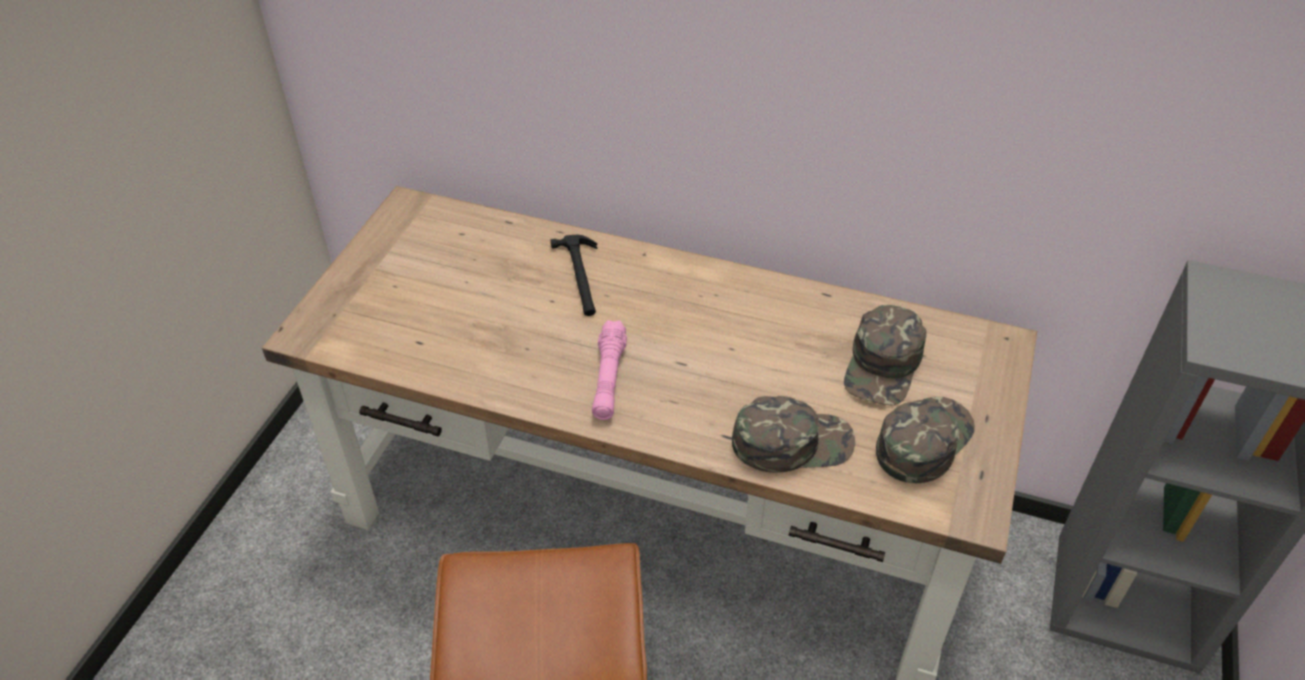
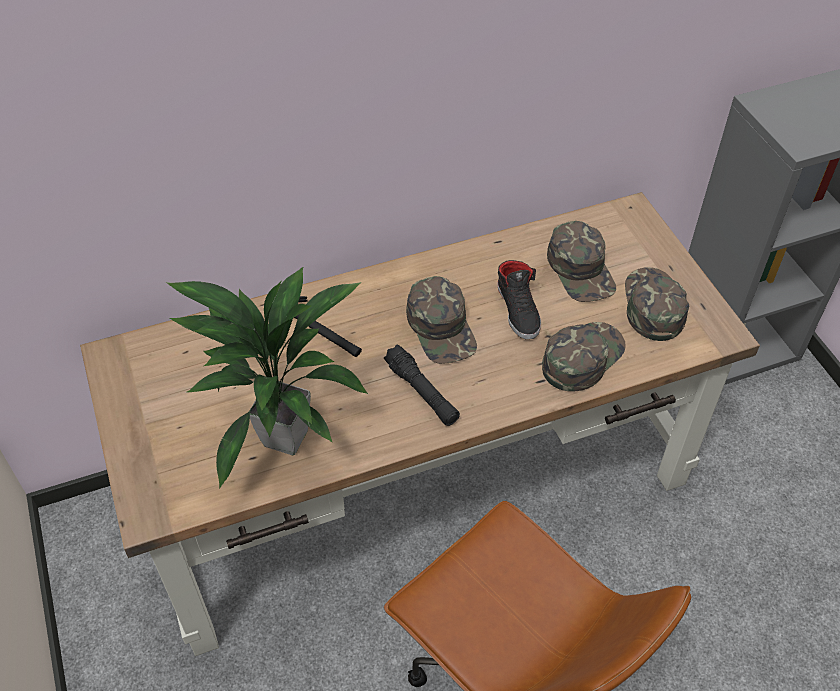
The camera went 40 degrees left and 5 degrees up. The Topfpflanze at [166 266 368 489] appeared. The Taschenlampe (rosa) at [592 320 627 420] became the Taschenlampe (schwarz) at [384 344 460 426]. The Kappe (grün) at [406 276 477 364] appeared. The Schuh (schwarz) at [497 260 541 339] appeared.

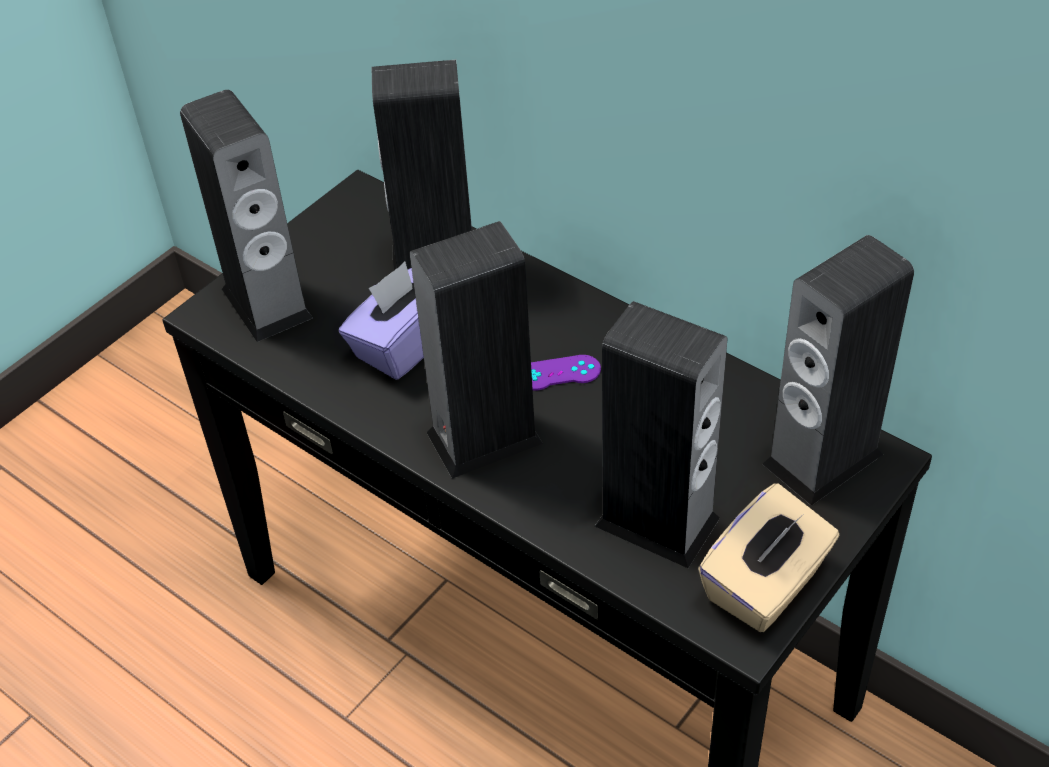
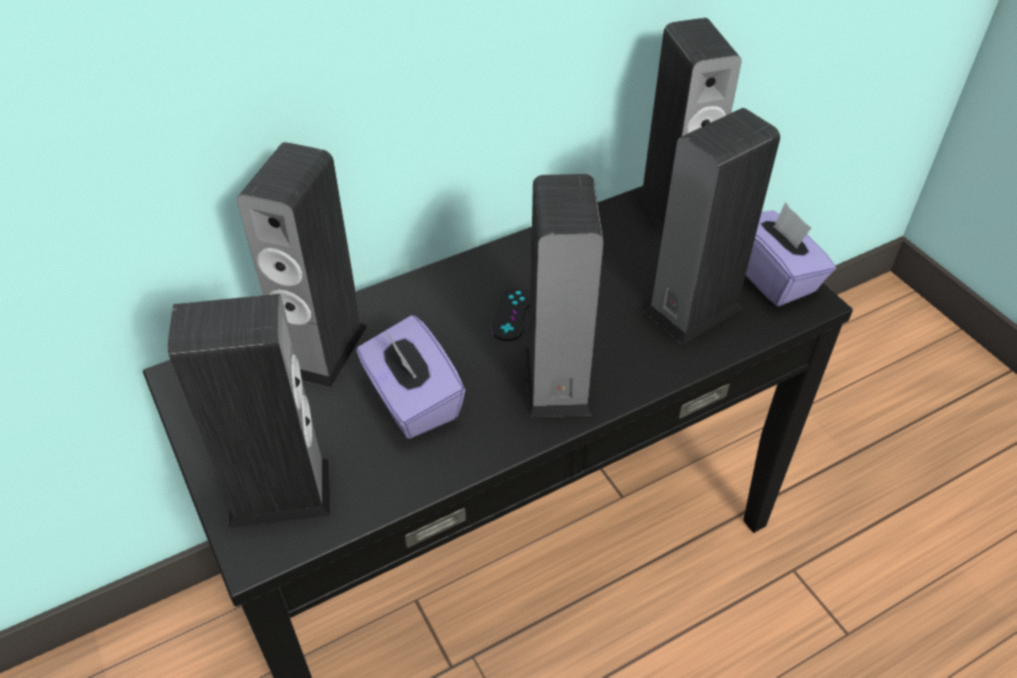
The camera went 70 degrees left and 0 degrees up. The Gamepad (lila) at [531 355 601 391] became the Gamepad (schwarz) at [491 287 530 341]. The Taschentuchbox (beige) at [698 483 840 632] became the Taschentuchbox (lila) at [745 202 836 307].

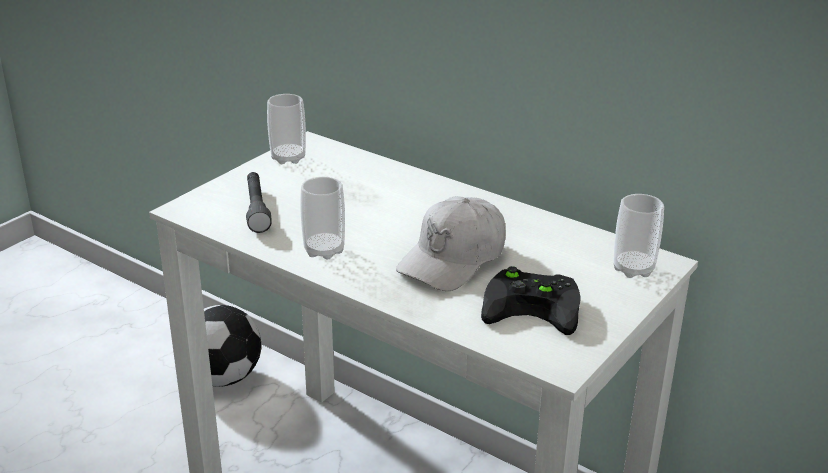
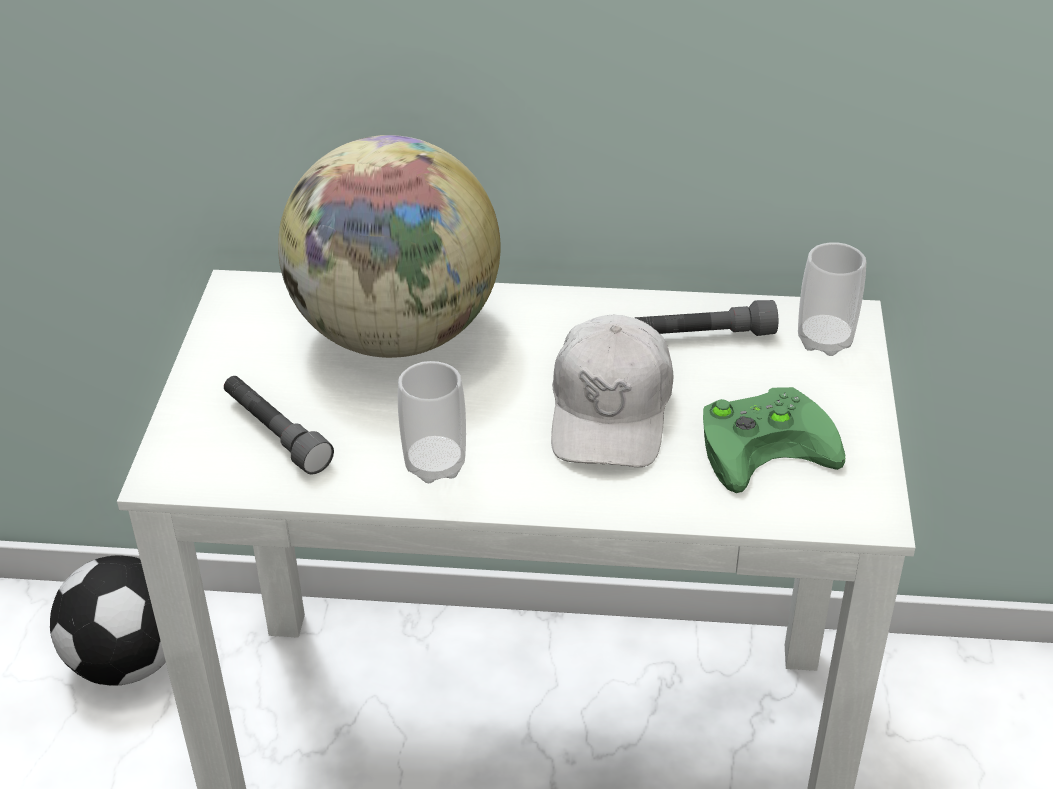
The camera went 30 degrees left and 10 degrees up. The Globus at [278 135 501 358] appeared. The Taschenlampe (grau) at [634 300 778 336] appeared. The Gamepad (schwarz) at [481 266 581 335] became the Gamepad (grün) at [703 387 845 493]. The Tasse at [267 94 306 164] disappeared.

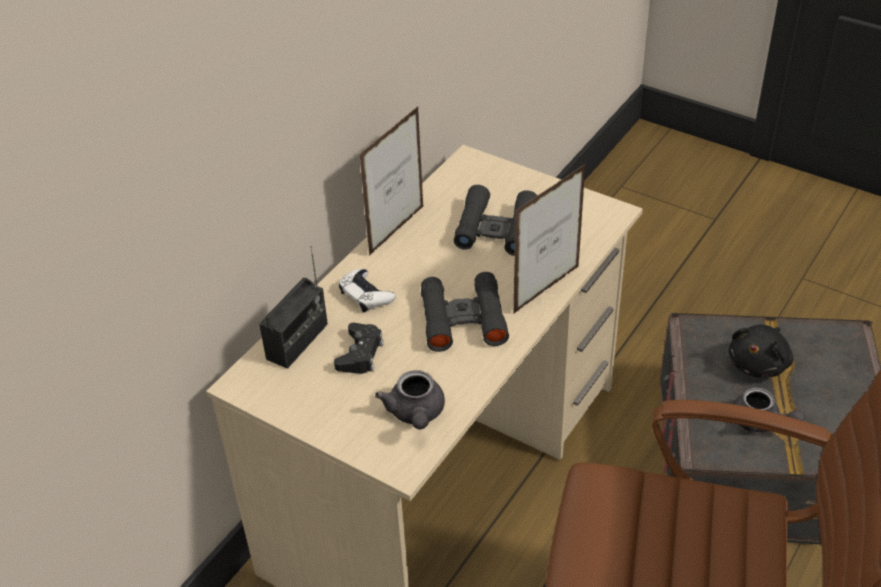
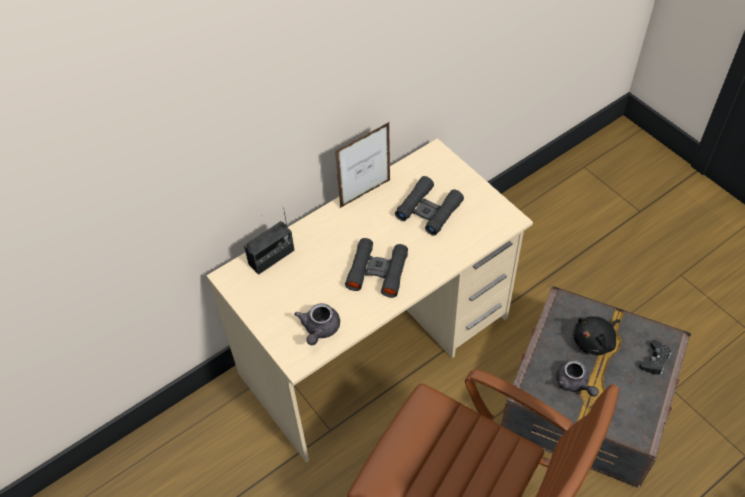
The camera went 20 degrees right and 10 degrees up. The Gamepad (schwarz) moved from [334 323 384 374] to [639 340 672 375]. The Gamepad (weiß) at [339 269 396 312] disappeared. The Bilderrahmen at [514 164 586 313] disappeared.

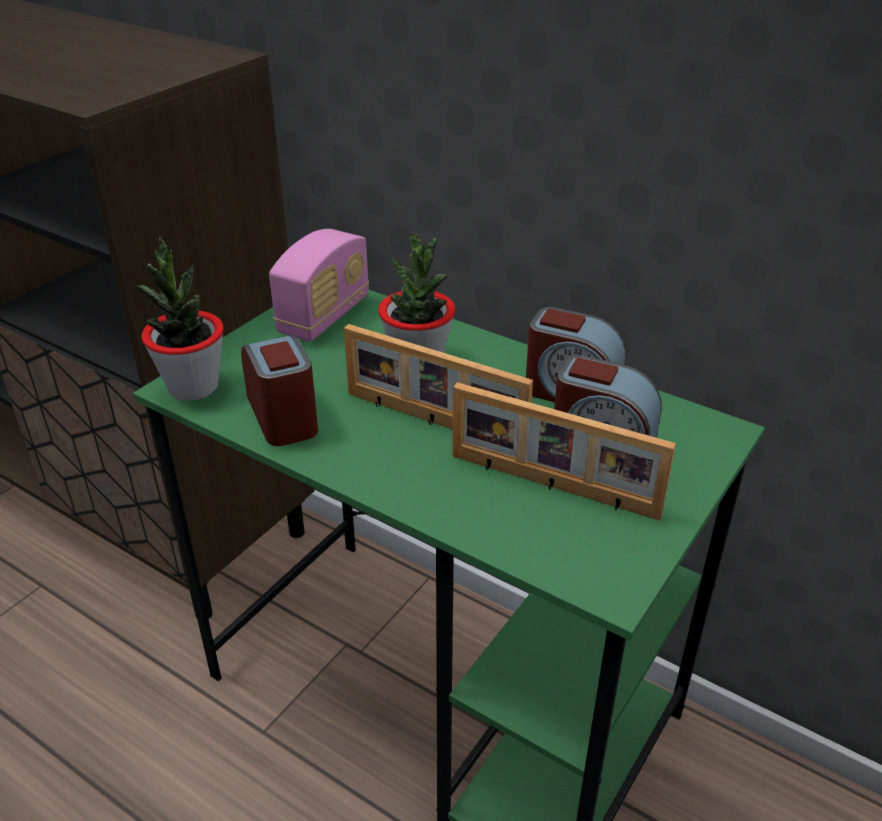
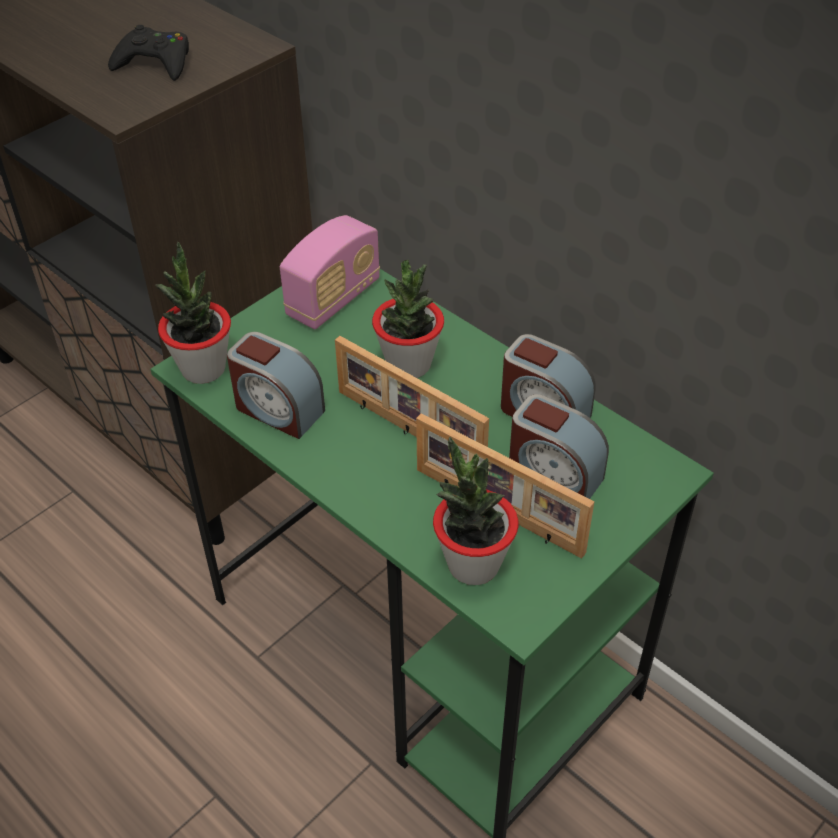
The camera went 10 degrees right and 10 degrees up. The Gamepad (schwarz) at [108 25 189 81] appeared. The Wecker at [241 335 318 446] turned 135 degrees clockwise. The Topfpflanze at [433 437 519 585] appeared.

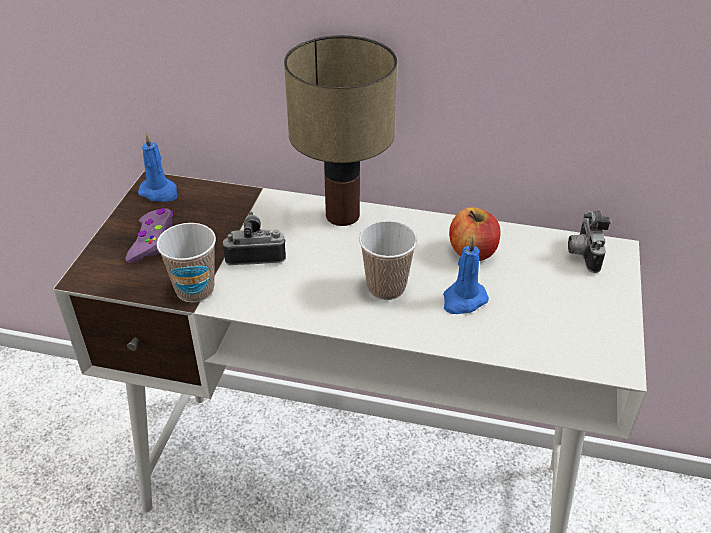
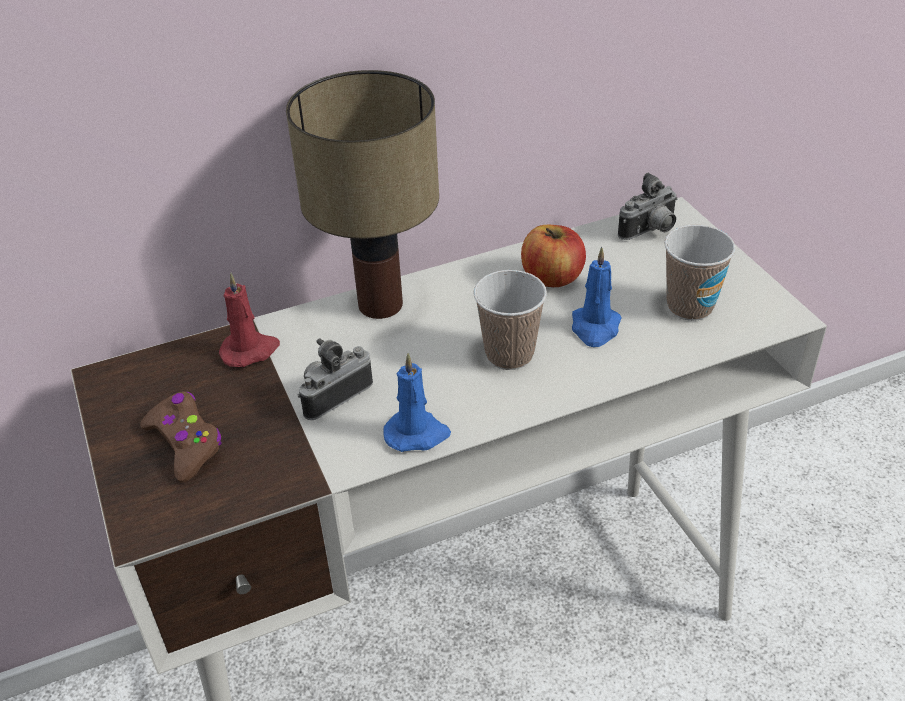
The camera went 35 degrees left and 0 degrees up. The Gamepad (lila) at [126 208 174 263] became the Gamepad (braun) at [140 391 222 482]. The Kerze (rot) at [219 273 280 367] appeared. The Kerze (blau) moved from [138 132 177 202] to [383 353 451 452]. The Kamera at [568 211 611 273] turned 90 degrees counterclockwise. The Tasse moved from [157 223 216 303] to [664 225 735 321].

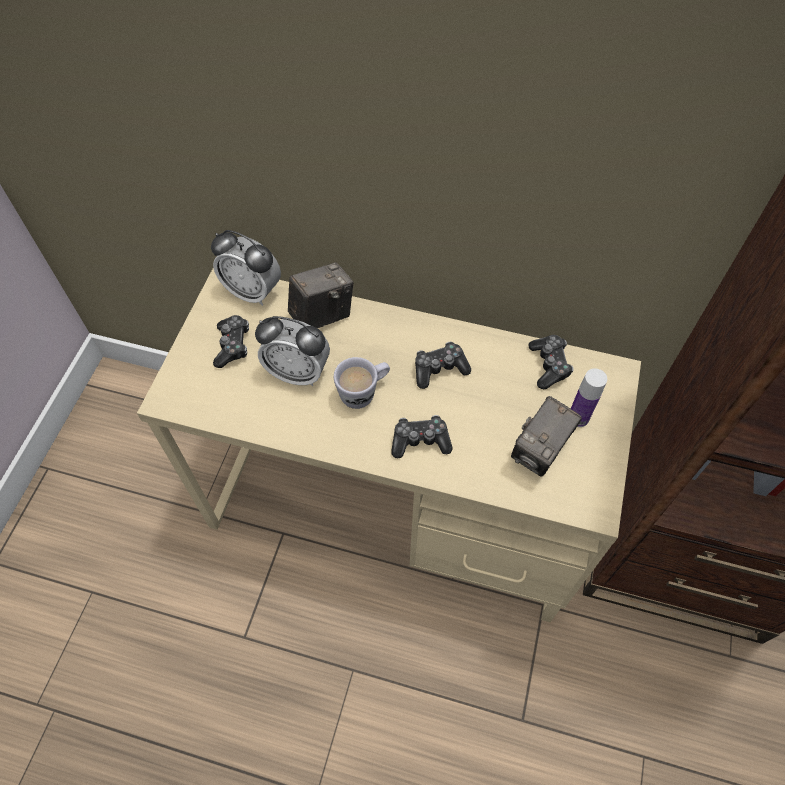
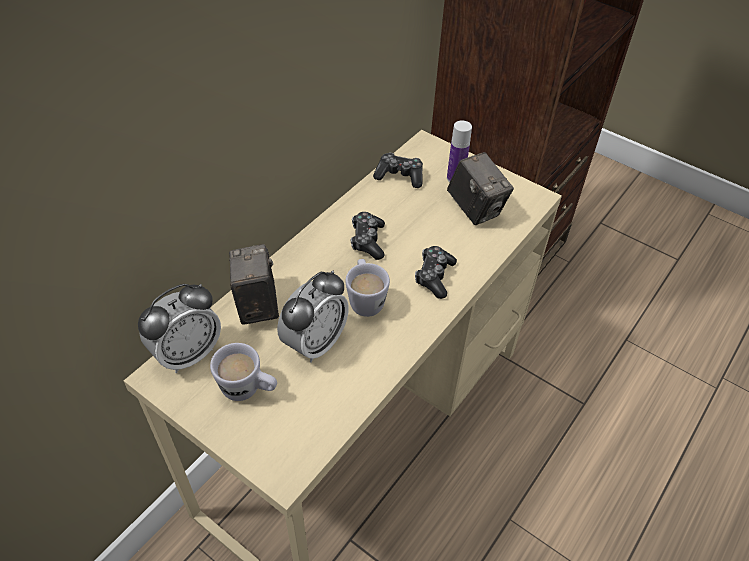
The camera went 70 degrees left and 10 degrees down. The Gamepad at [213 315 249 368] was replaced by the Henkelbecher (weiß) at [210 343 277 401].

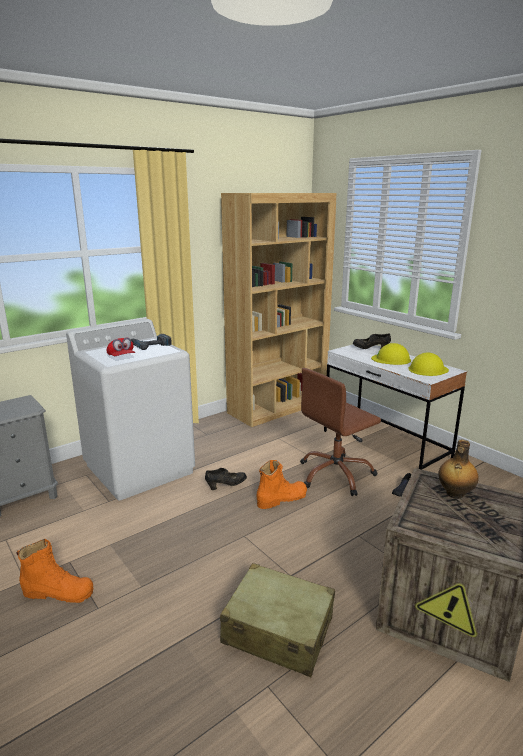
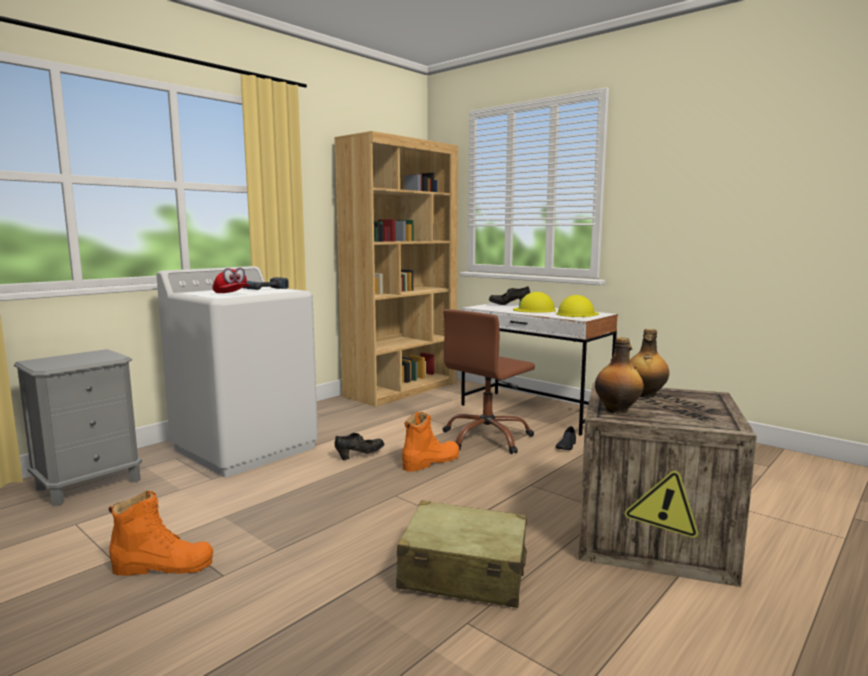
The camera went 10 degrees left and 10 degrees down. The Flasche at [595 337 644 414] appeared.

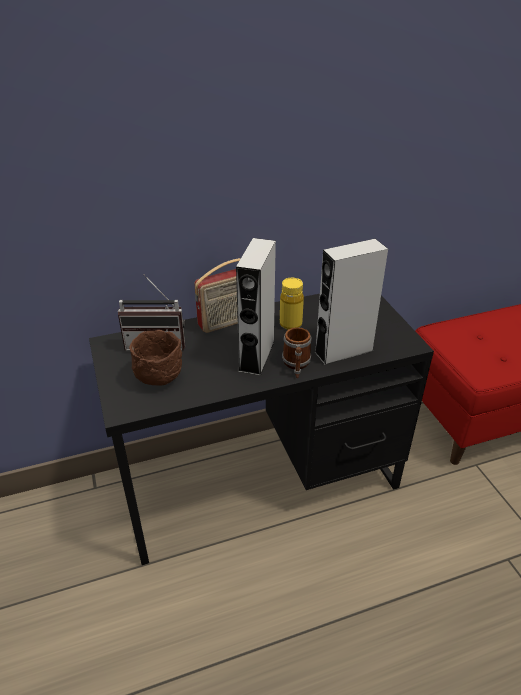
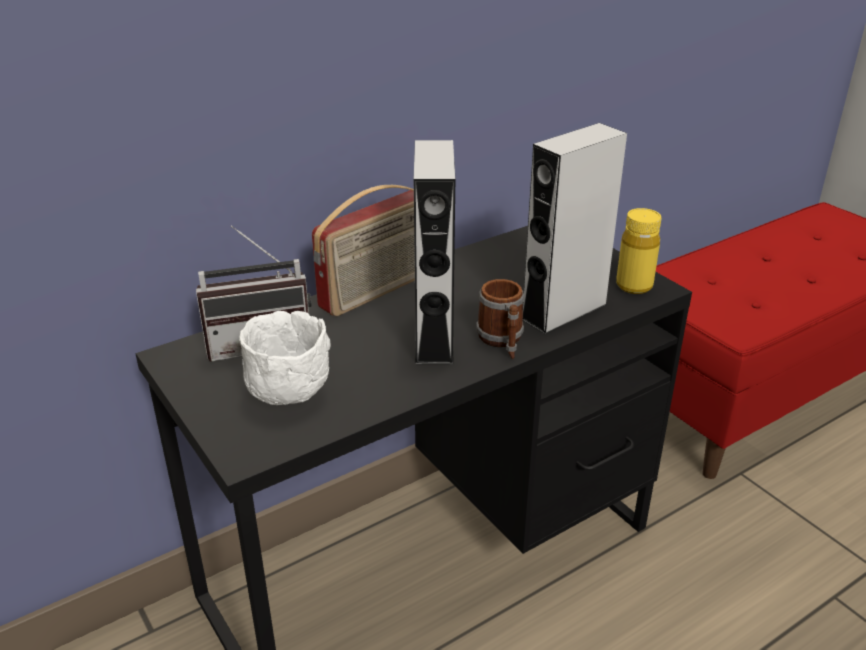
The camera went 15 degrees left and 5 degrees down. The Schüssel (braun) at [129 330 182 385] became the Schüssel (weiß) at [239 311 331 405]. The Flasche (gelb) moved from [280 278 304 330] to [616 208 661 294].

